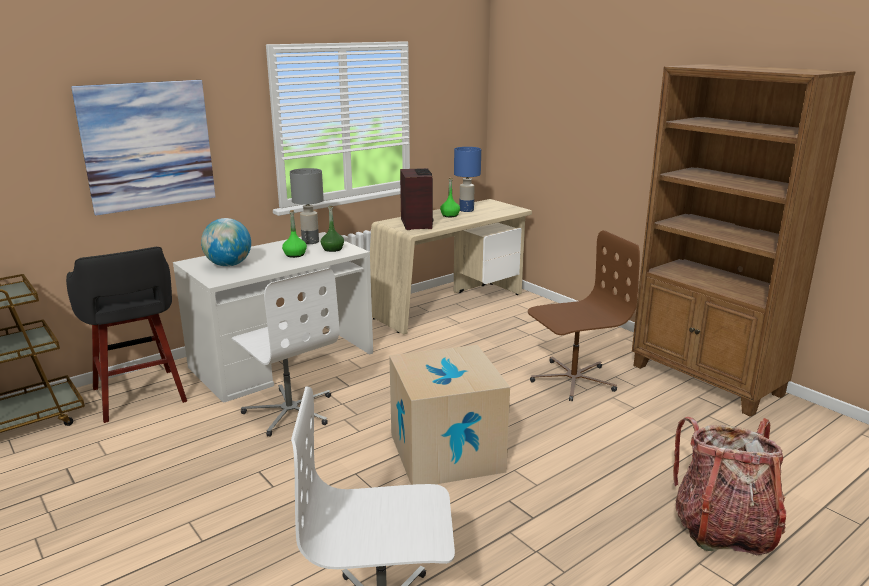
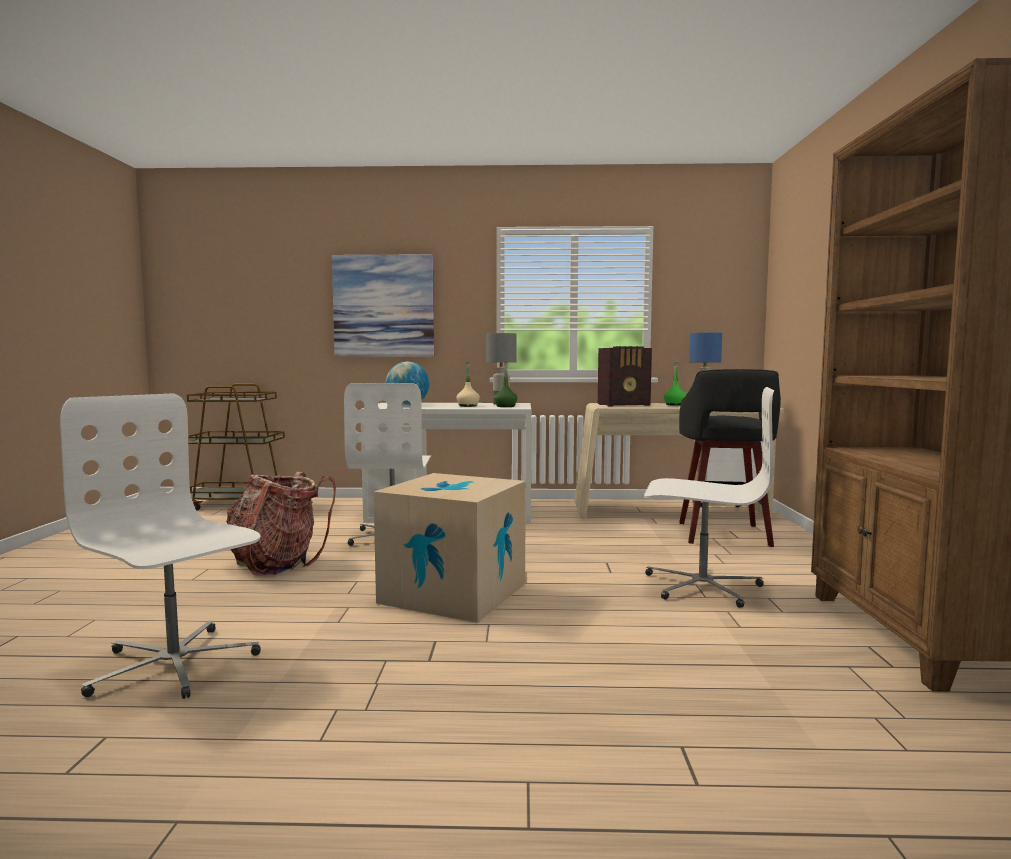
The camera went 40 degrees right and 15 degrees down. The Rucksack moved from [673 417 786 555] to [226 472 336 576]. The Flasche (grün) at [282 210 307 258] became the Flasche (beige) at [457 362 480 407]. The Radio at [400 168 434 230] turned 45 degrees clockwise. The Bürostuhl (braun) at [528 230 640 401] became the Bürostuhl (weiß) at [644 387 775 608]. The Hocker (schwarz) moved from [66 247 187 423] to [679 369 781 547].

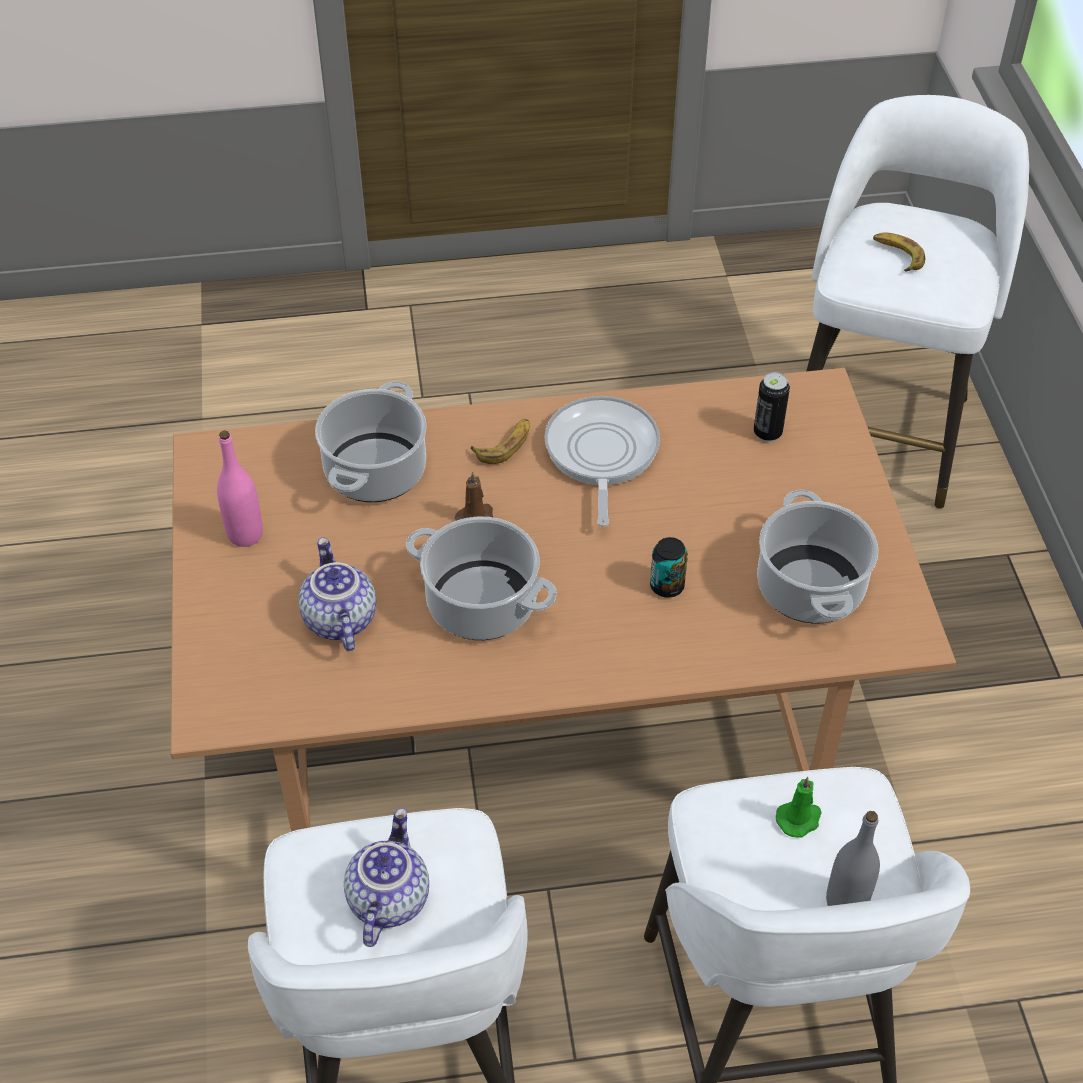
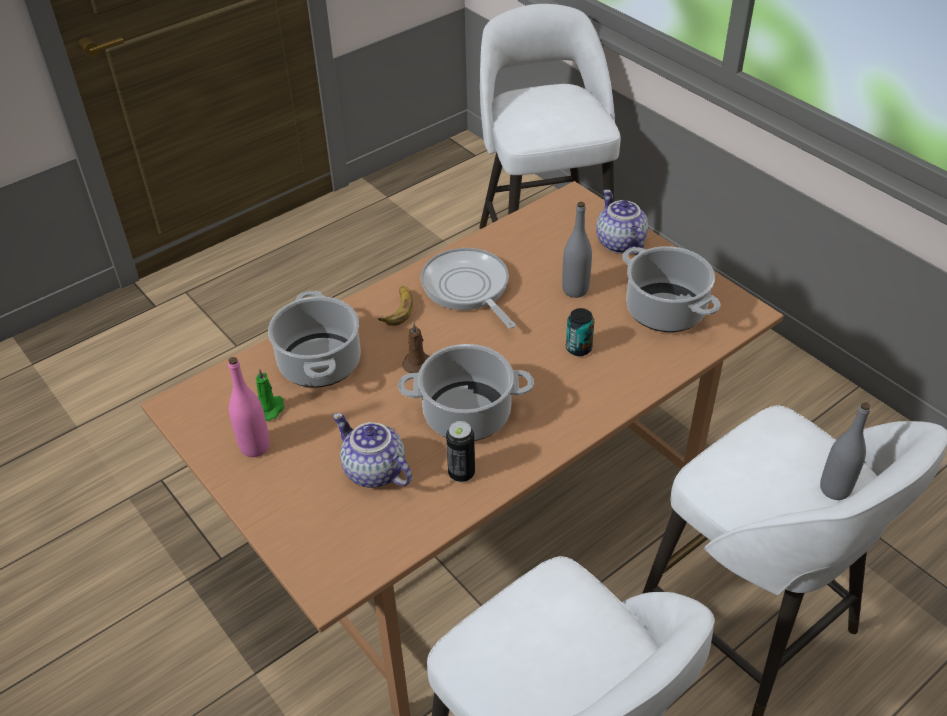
The camera went 30 degrees left and 5 degrees down. The Kerze (grün) moved from [776 777 822 838] to [256 368 285 421]. The Dose moved from [754 372 790 442] to [446 421 475 483]. The Flasche (grau) at [562 202 592 298] appeared. The Teekanne moved from [344 808 429 947] to [596 189 648 255]. The Banane at [873 232 925 272] disappeared.

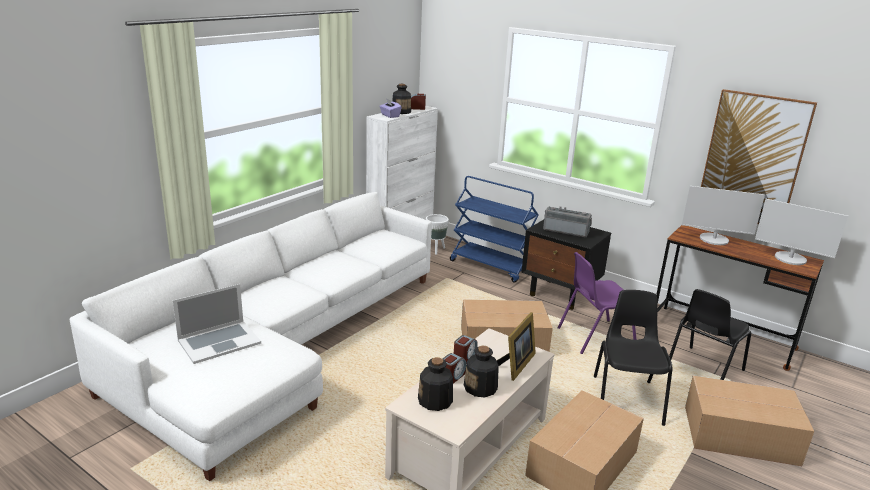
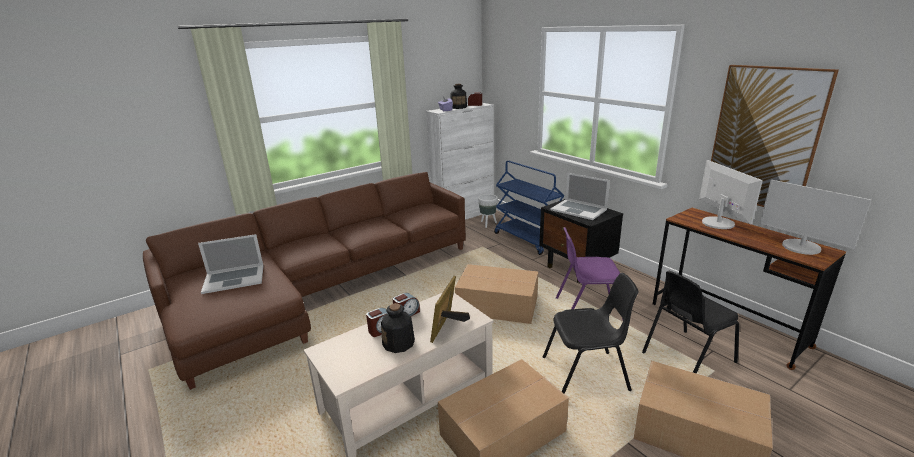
The camera went 20 degrees right and 0 degrees up. The Sofa (weiß) at [70 192 432 481] became the Sofa (braun) at [143 172 466 390]. The Bilderrahmen at [497 312 536 381] turned 150 degrees clockwise. The Stuhl (schwarz) at [594 290 672 426] turned 60 degrees clockwise. The Radio at [543 206 592 237] was replaced by the Laptop at [550 173 610 220]. The Monitor at [682 186 765 245] turned 135 degrees counterclockwise. The Flasche at [418 357 453 411] disappeared.

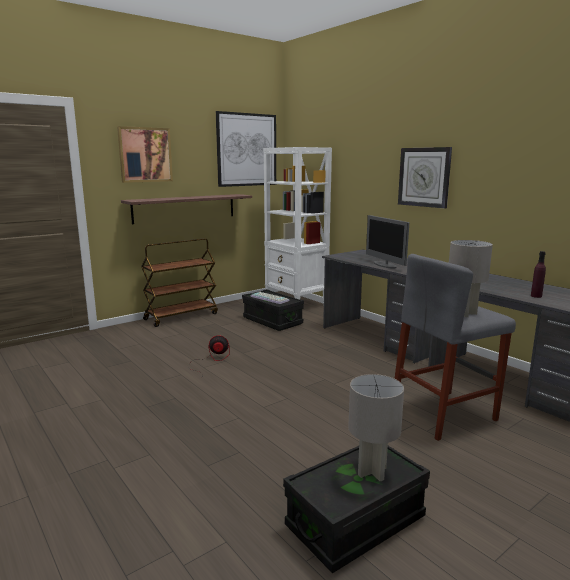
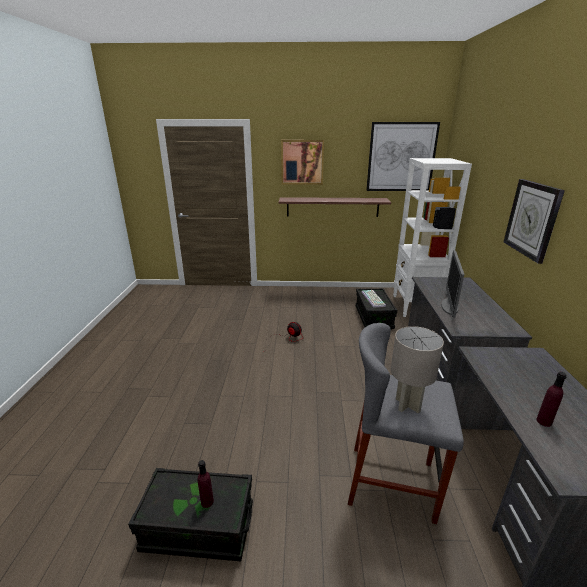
The camera went 40 degrees right and 10 degrees up. The Tischlampe (grau) at [348 374 404 481] was replaced by the Flasche (lila) at [198 460 214 508]. The Rollwagen (braun) at [141 238 218 327] disappeared.

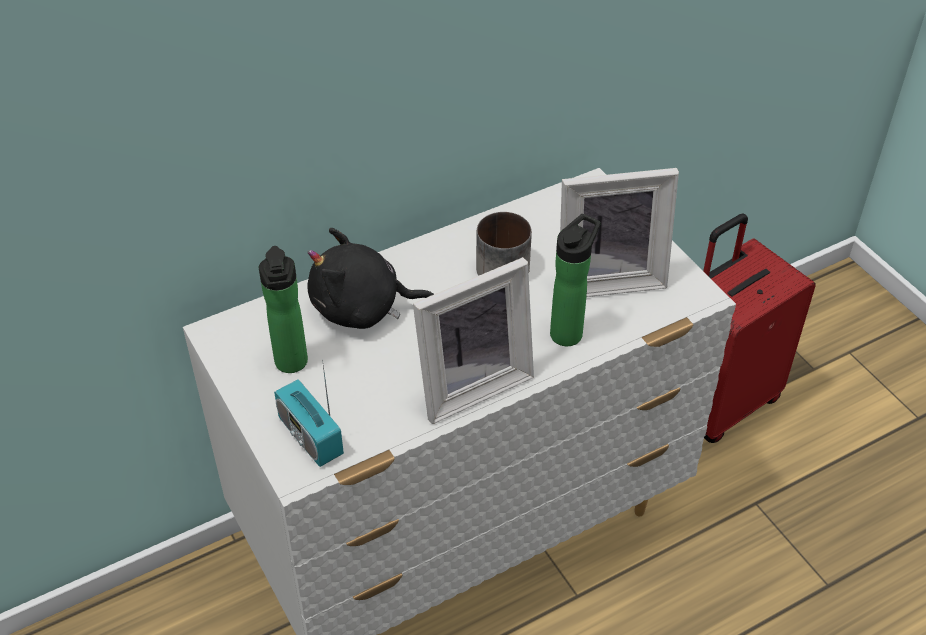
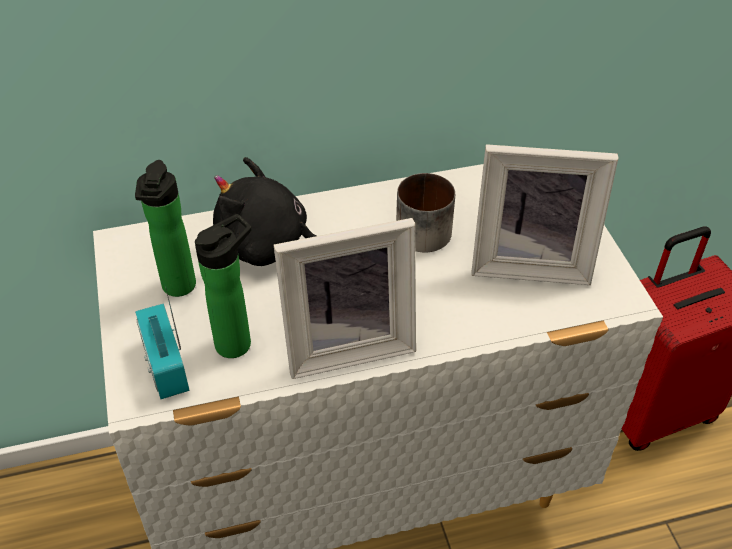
The camera went 15 degrees right and 0 degrees up. The Flasche moved from [550 214 600 346] to [195 214 251 358].

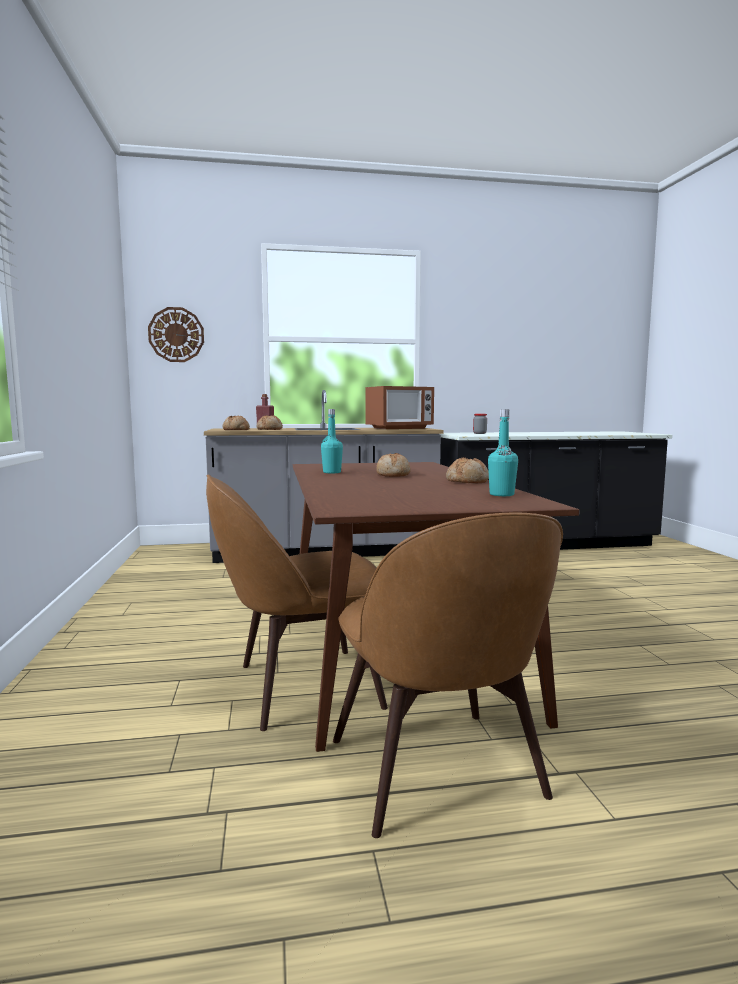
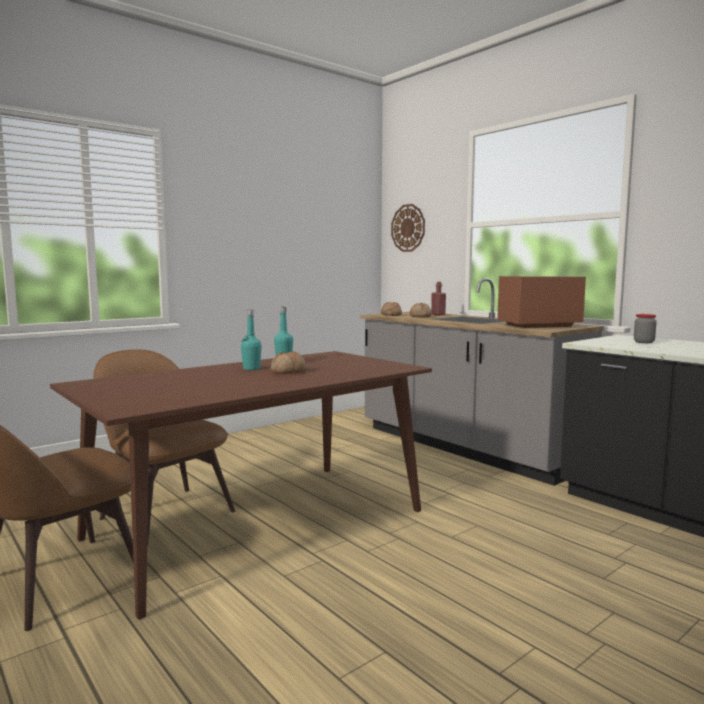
The camera went 60 degrees right and 0 degrees up. The Flasche (türkis) moved from [488 409 518 496] to [241 310 262 370]. The Mikrowelle at [366 386 434 429] turned 135 degrees clockwise. The Brot at [446 457 489 483] disappeared.

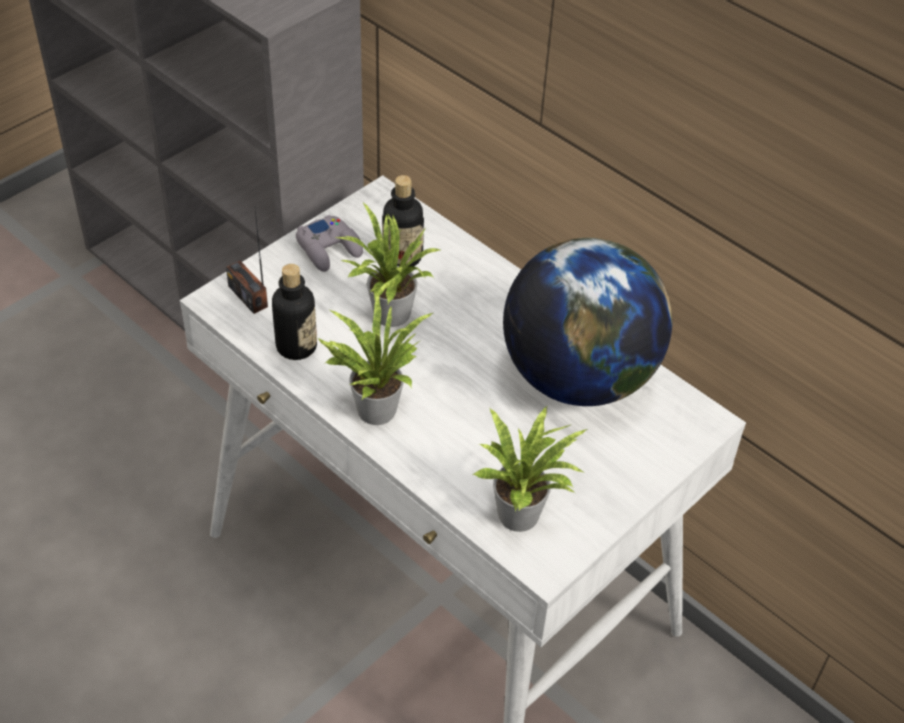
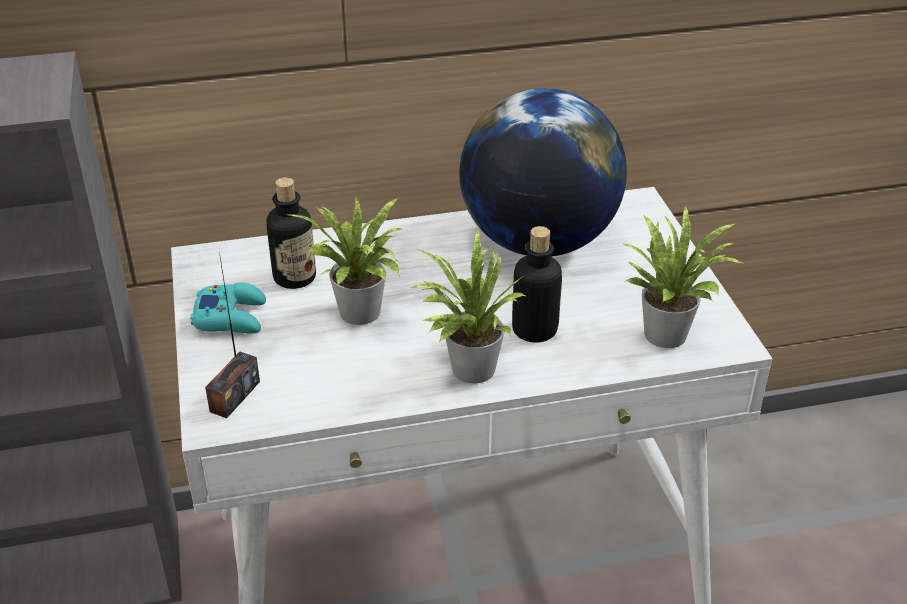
The camera went 55 degrees left and 10 degrees down. The Gamepad (grau) at [296 215 363 272] became the Gamepad (türkis) at [190 282 266 334]. The Radio at [226 210 268 314] turned 60 degrees counterclockwise. The Flasche moved from [272 264 317 360] to [512 226 562 343].

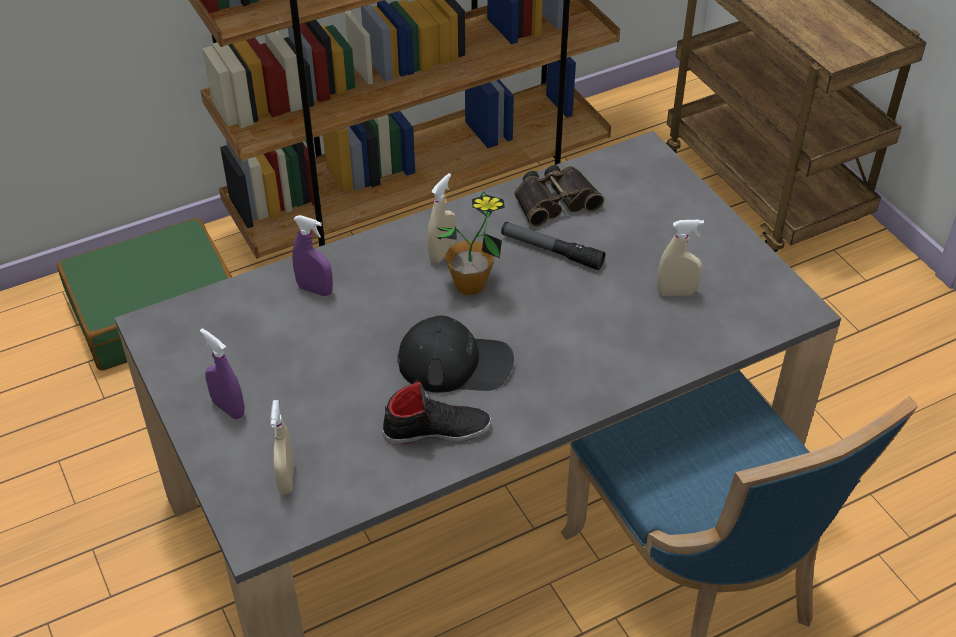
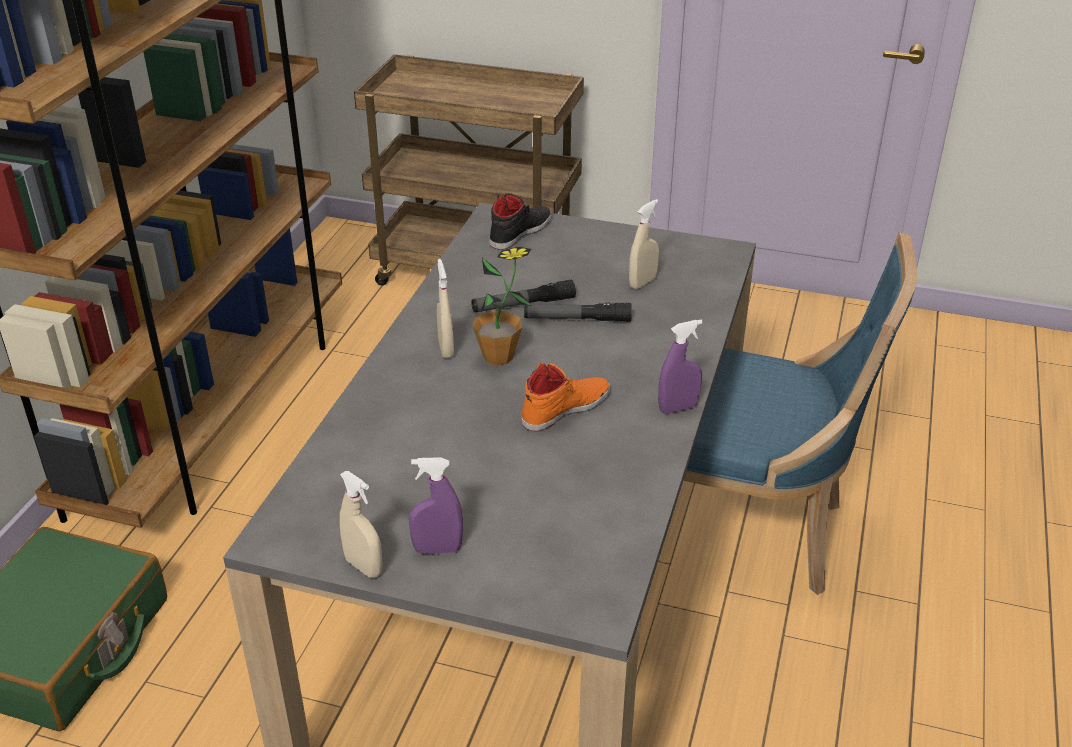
The camera went 45 degrees left and 10 degrees down. The Sprühflasche (beige) moved from [270 400 294 495] to [340 471 383 578]. The Schuh (schwarz) moved from [383 379 492 444] to [490 193 552 250]. The Kappe (schwarz) at [397 316 514 393] was replaced by the Schuh (orange) at [521 362 610 431]. The Taschenlampe at [524 302 632 322] appeared. The Sprühflasche (lila) moved from [292 215 333 296] to [658 320 703 414]. The Fernglas at [514 165 604 227] disappeared.

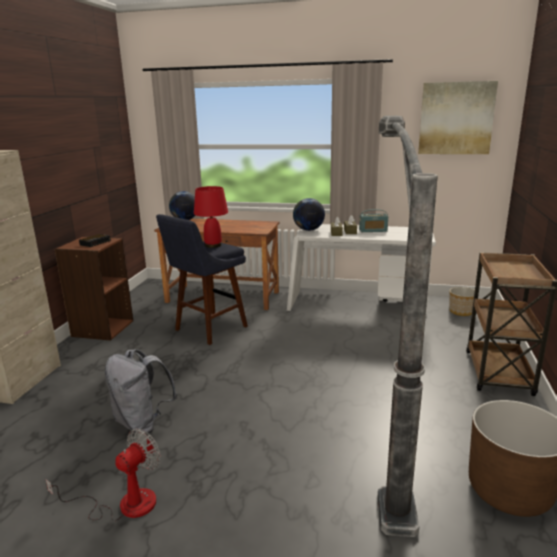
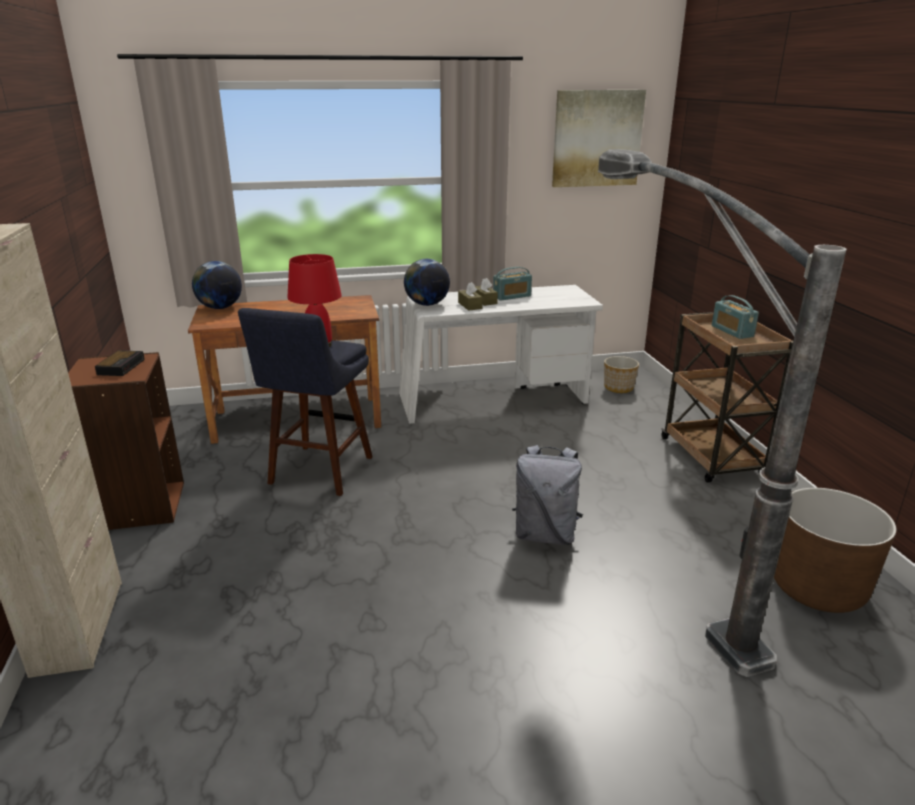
The camera went 25 degrees left and 5 degrees up. The Rucksack (grau) moved from [105 349 178 434] to [512 445 583 545]. The Radio at [712 295 759 339] appeared. The Ventilator at [45 429 160 521] disappeared.

